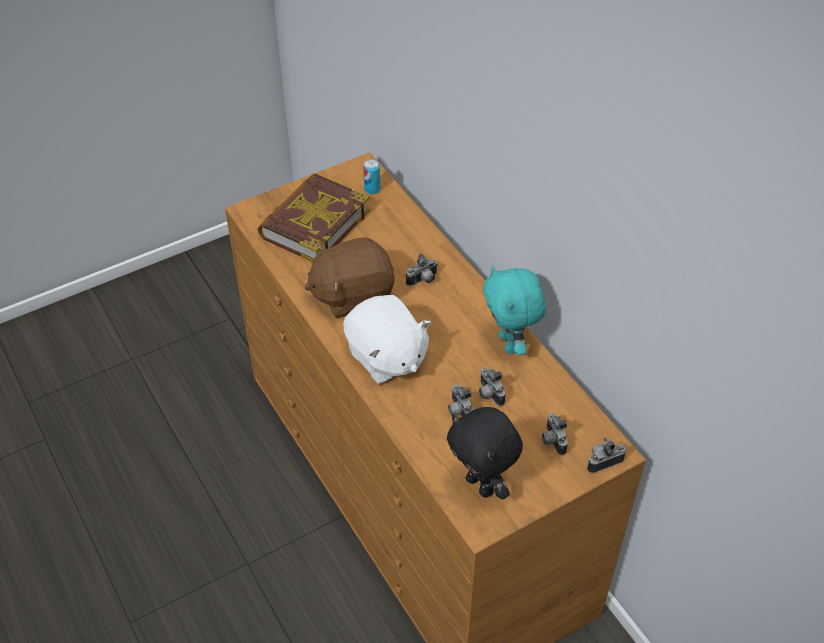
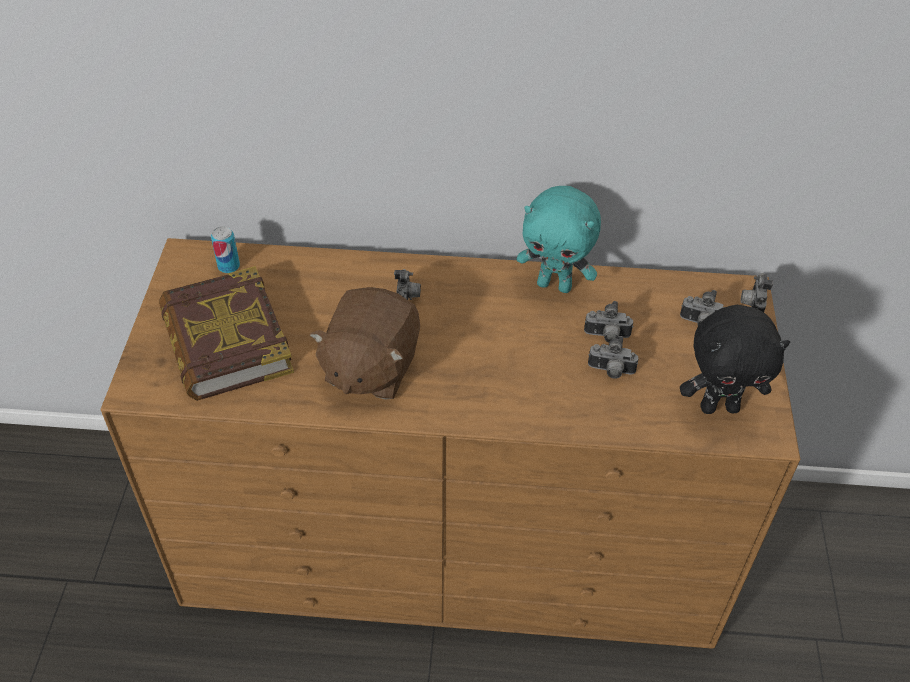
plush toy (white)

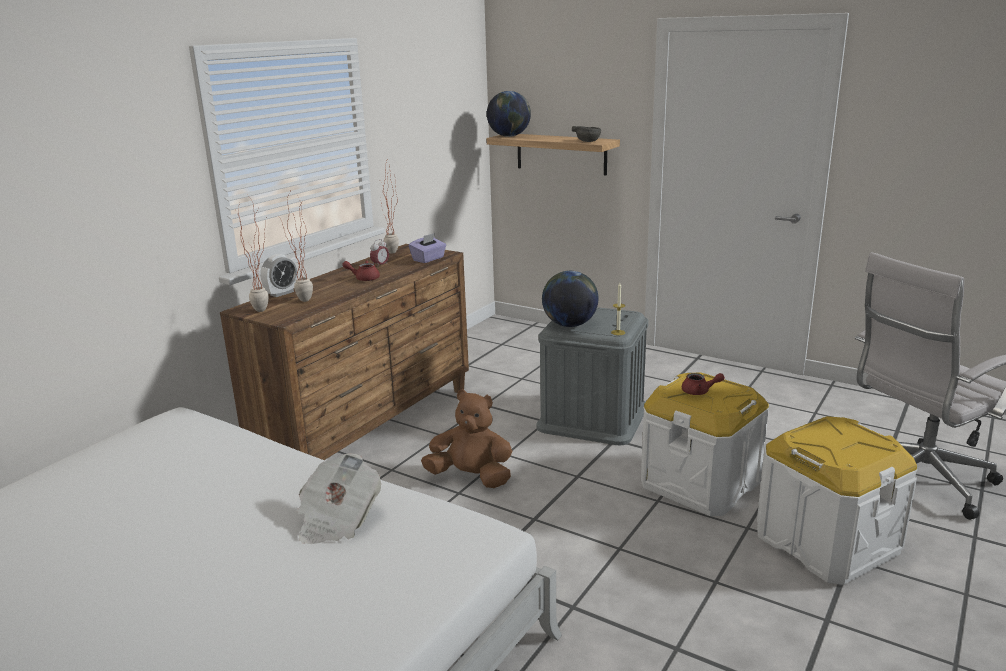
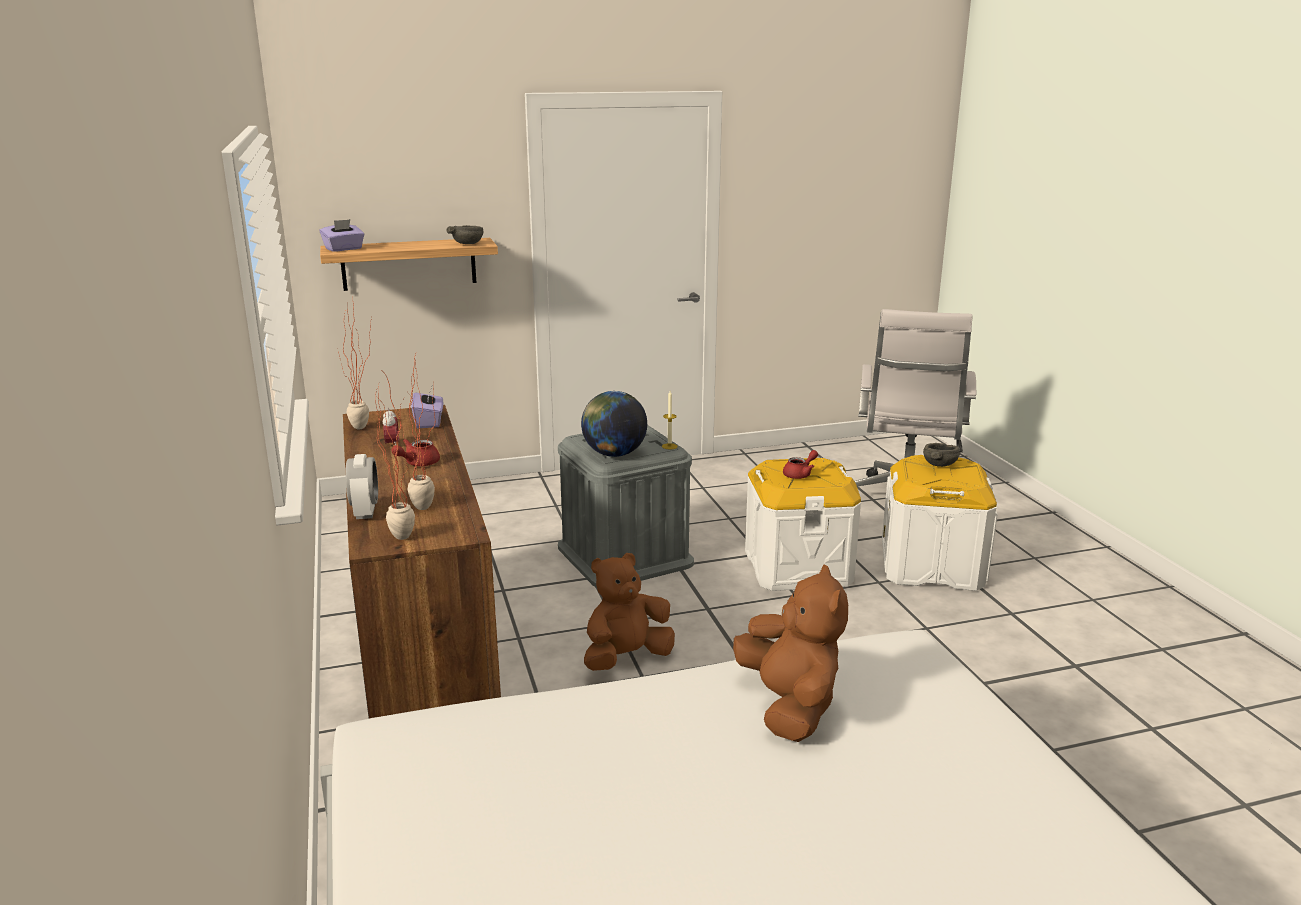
tissue box (purple) (1st from left)
plush toy (brown) (2nd from left)
bowl (grey) (2nd from left)

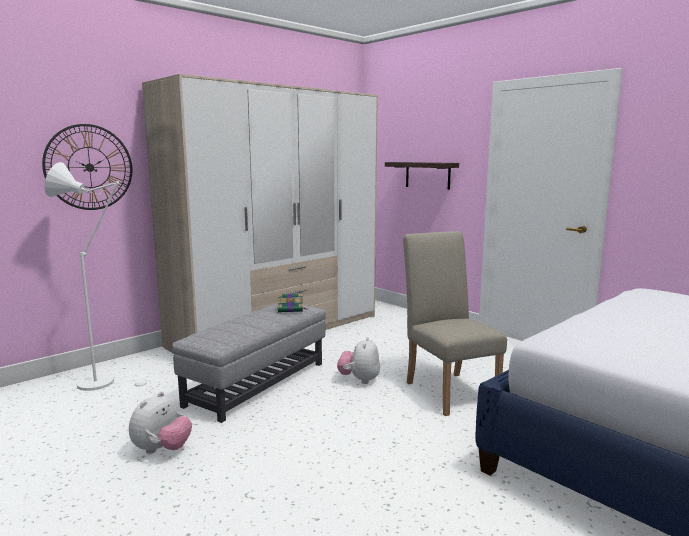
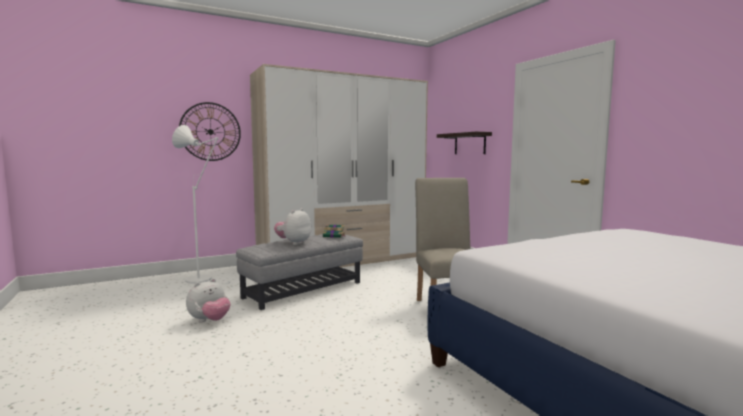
plush toy (2nd from left)

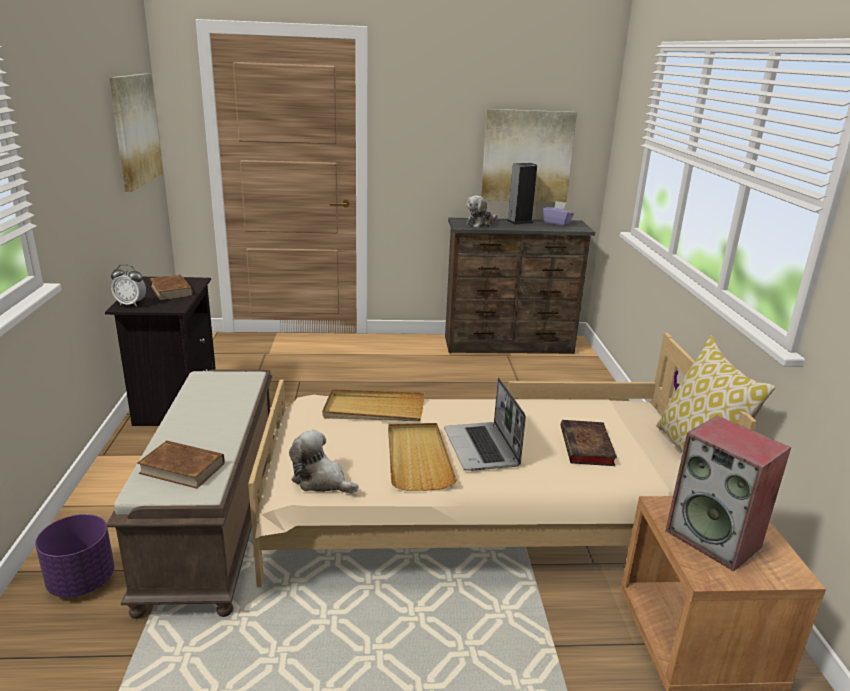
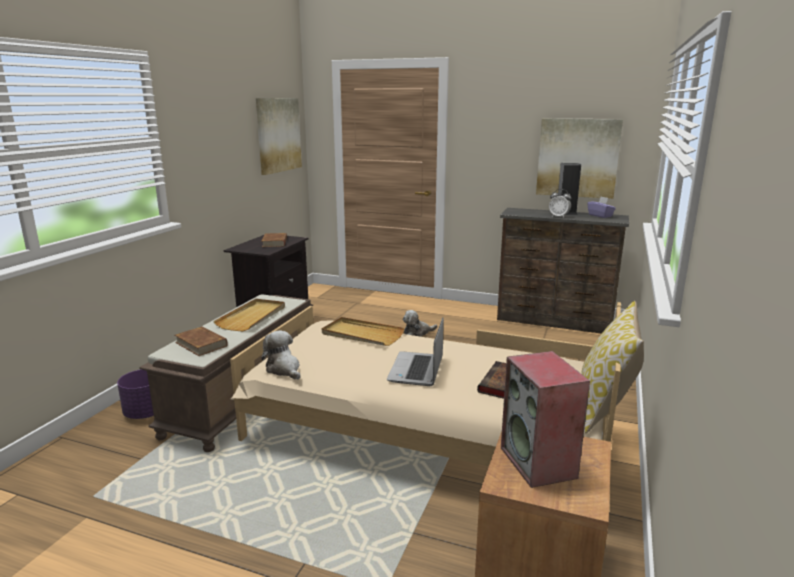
plush toy (2nd from left)
alarm clock
tray (beige) (1st from left)

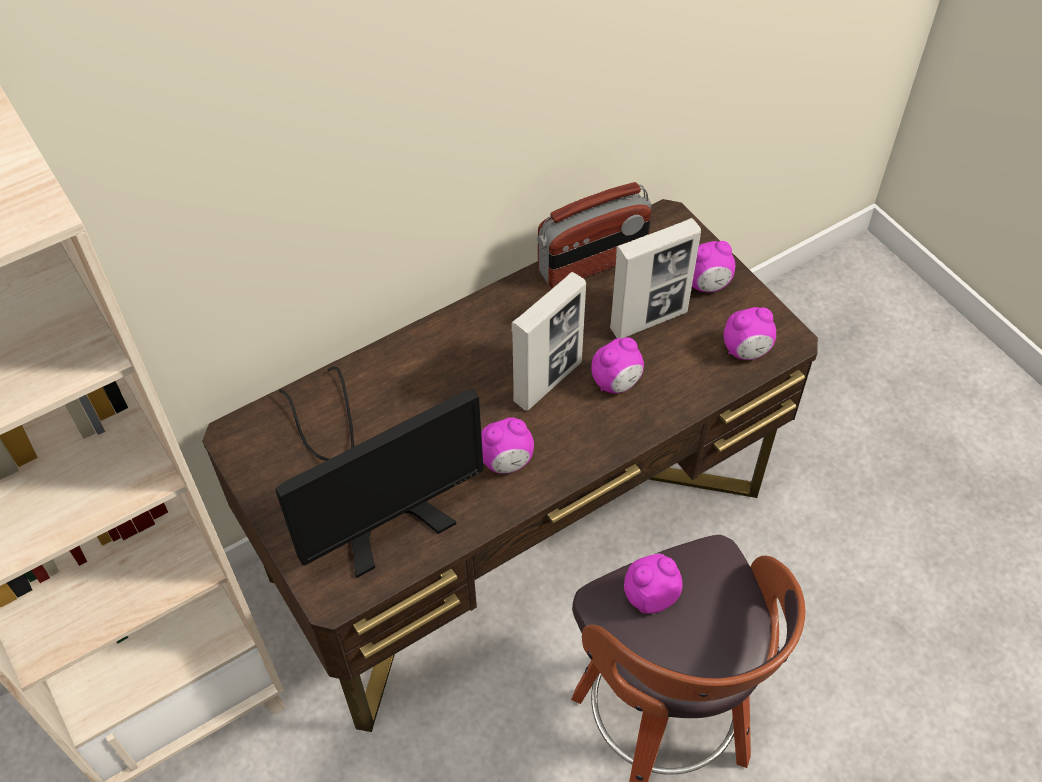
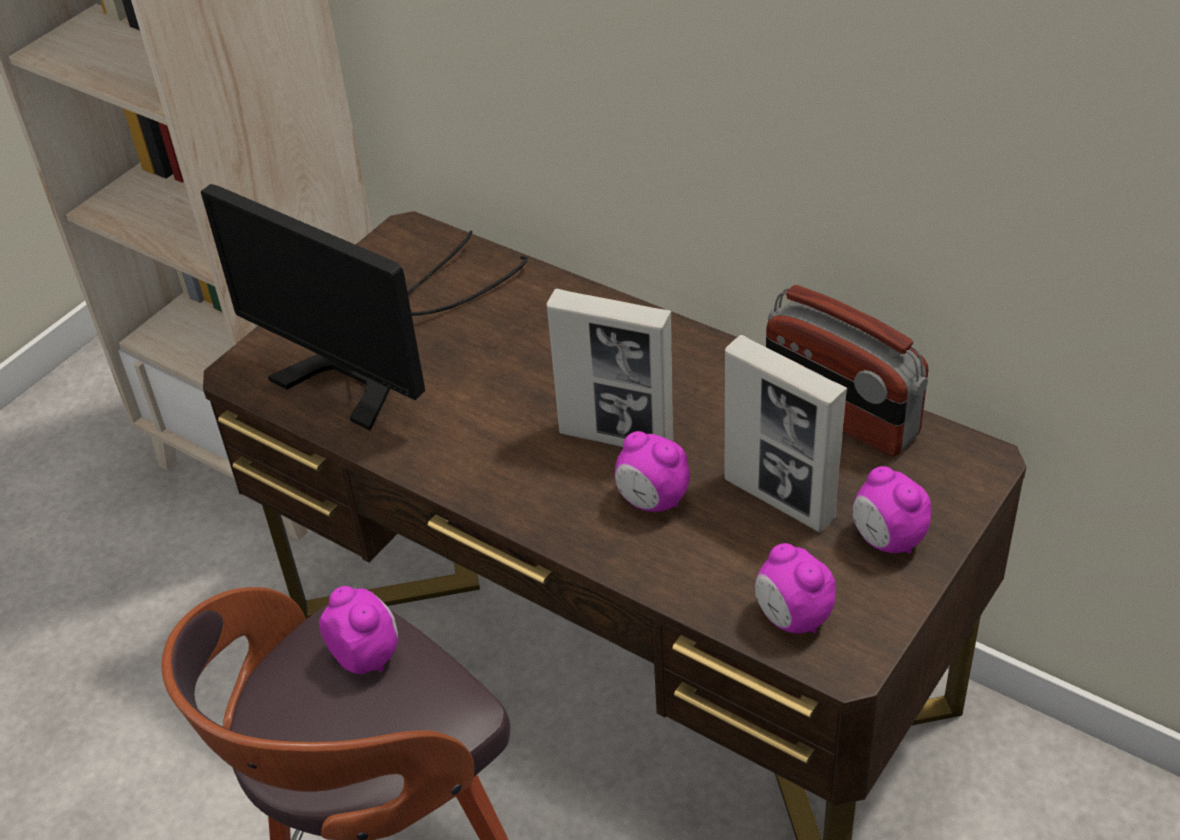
alarm clock (1st from left in the first image)

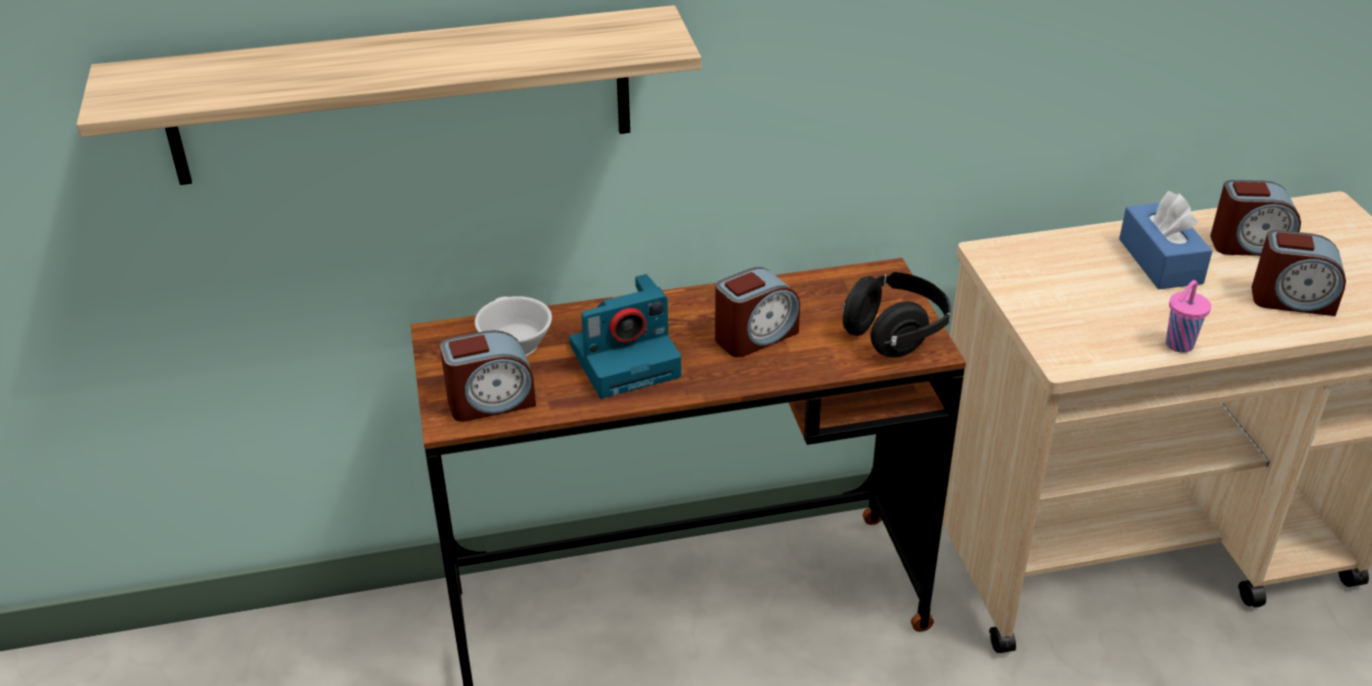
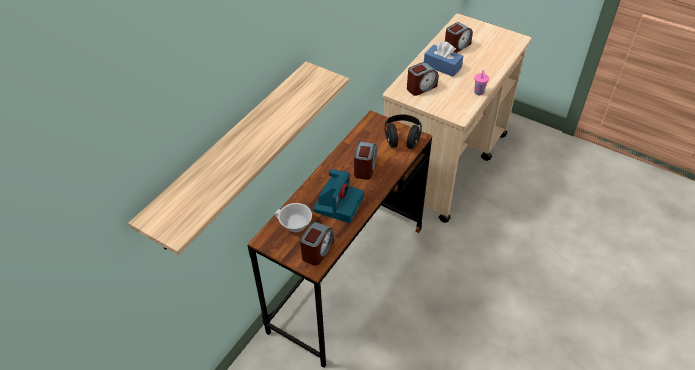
alarm clock (3rd from left)

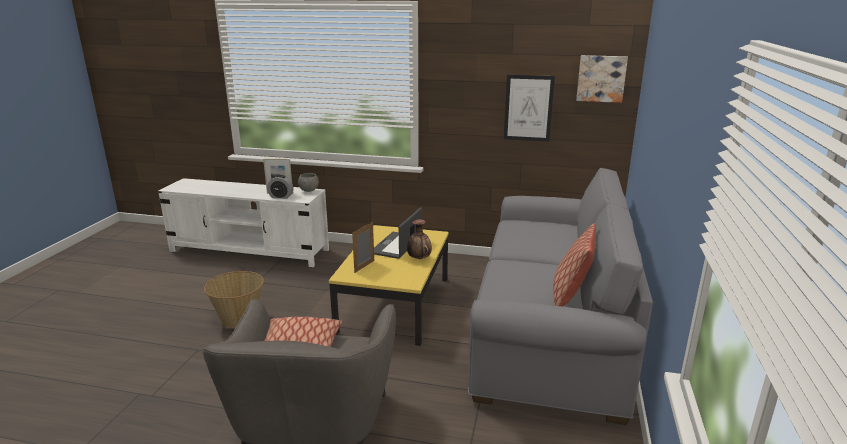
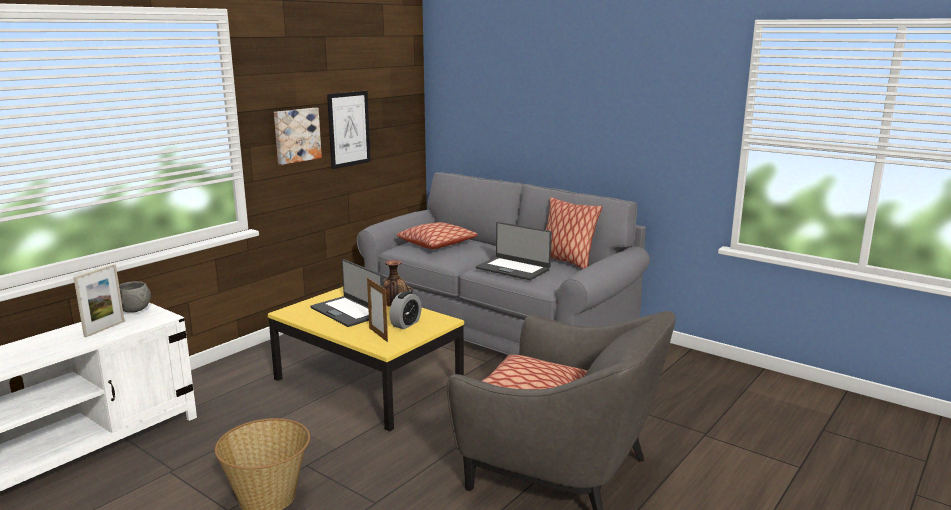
picture (1st from left)
alarm clock
pillow (1st from left)
laptop (2nd from left)

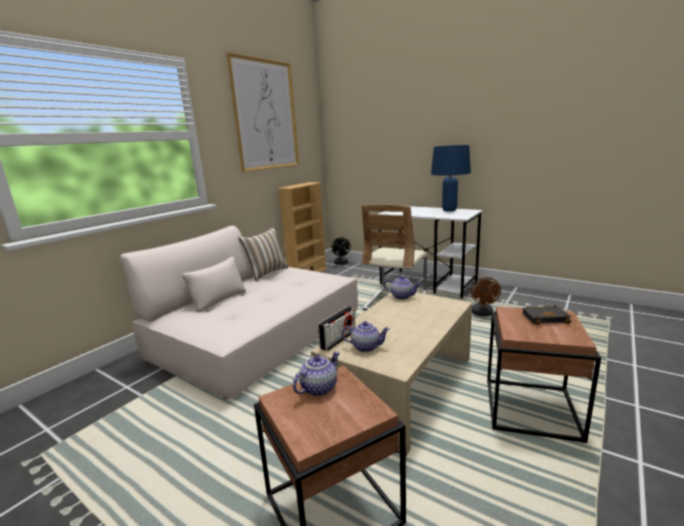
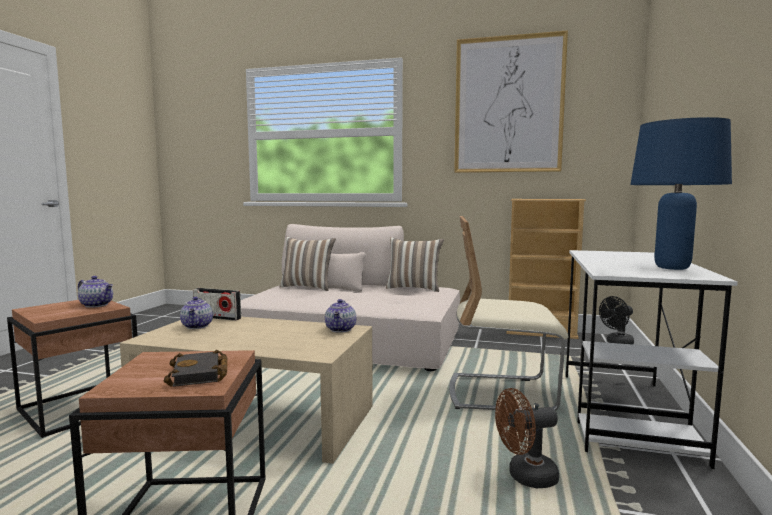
pillow (1st from left)

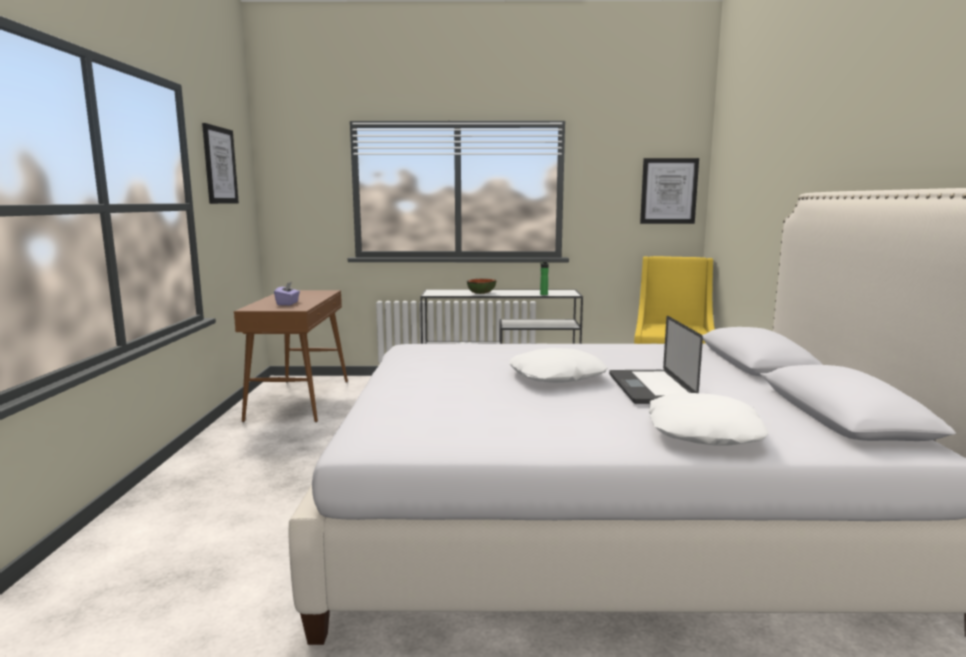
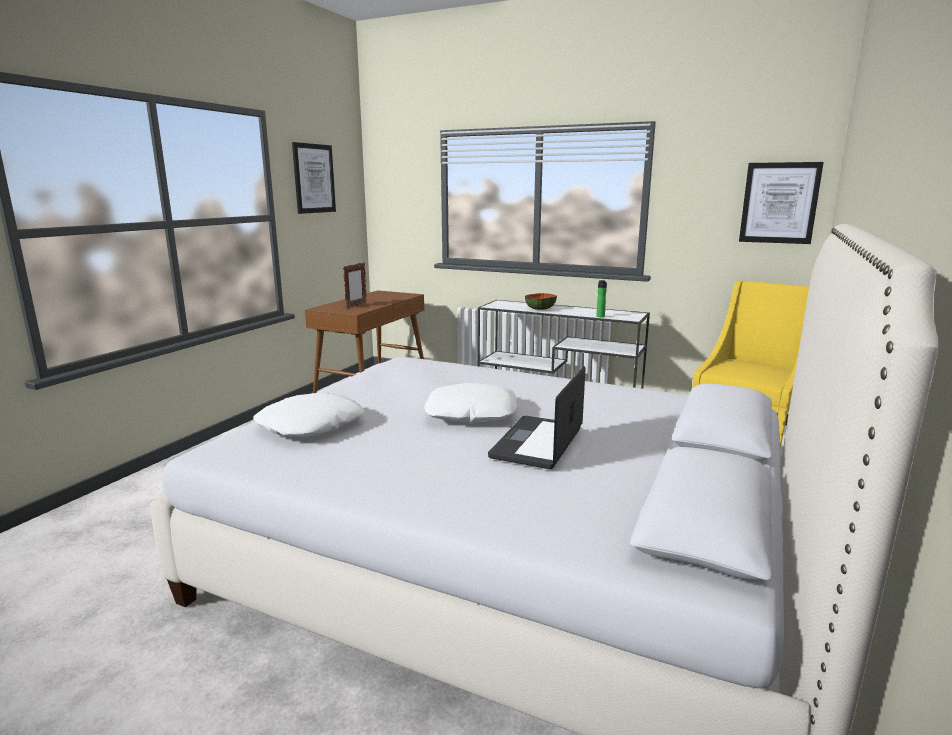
picture frame
pillow (white) (1st from left)

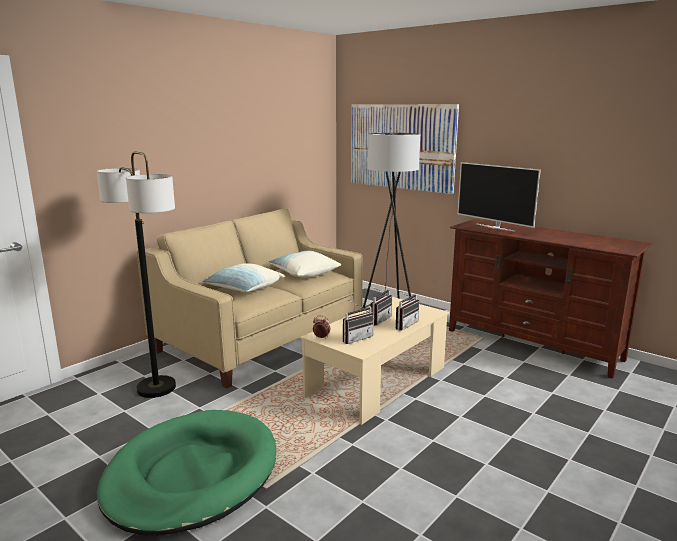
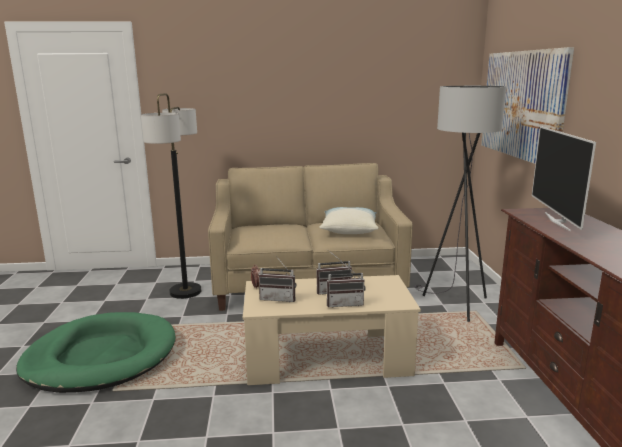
pillow (1st from left in the first image)

